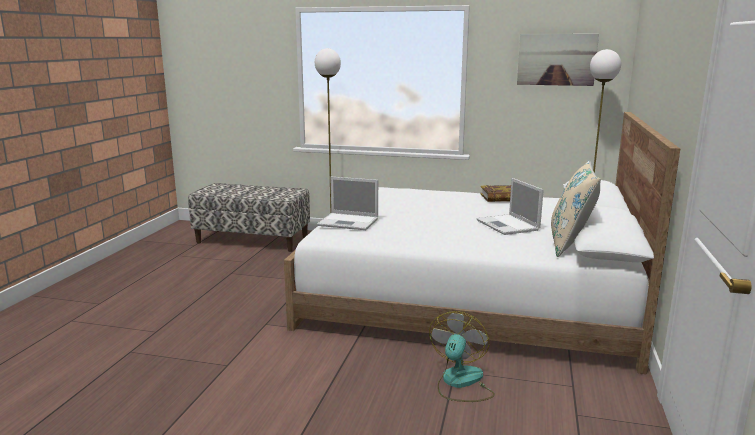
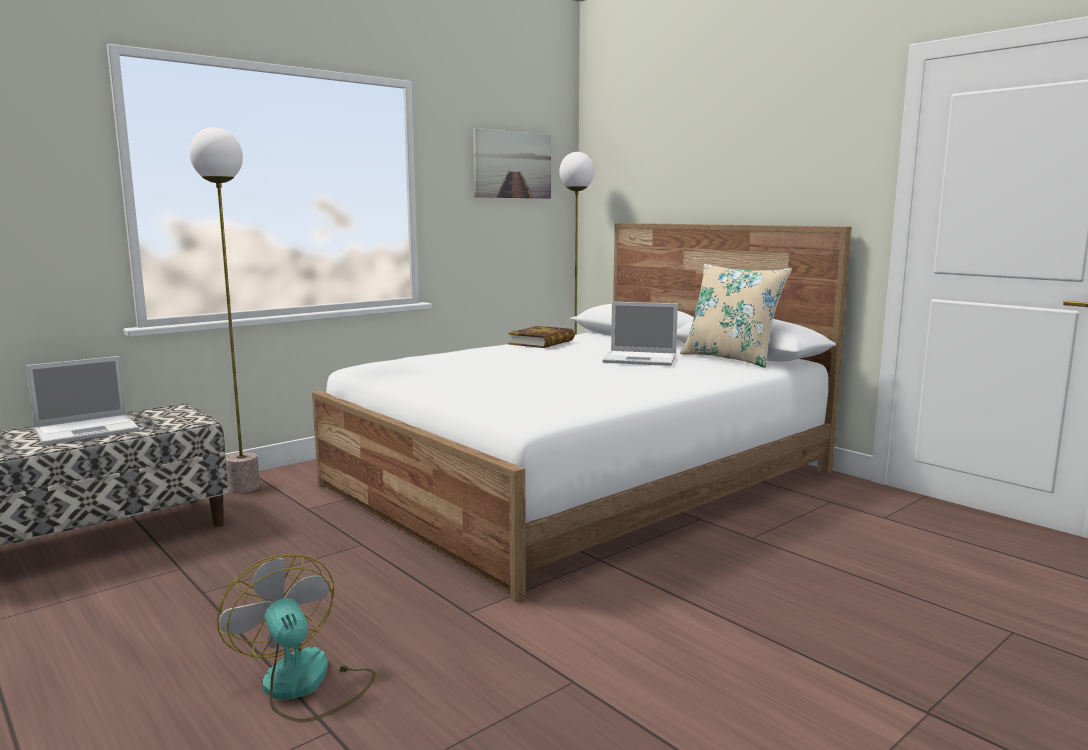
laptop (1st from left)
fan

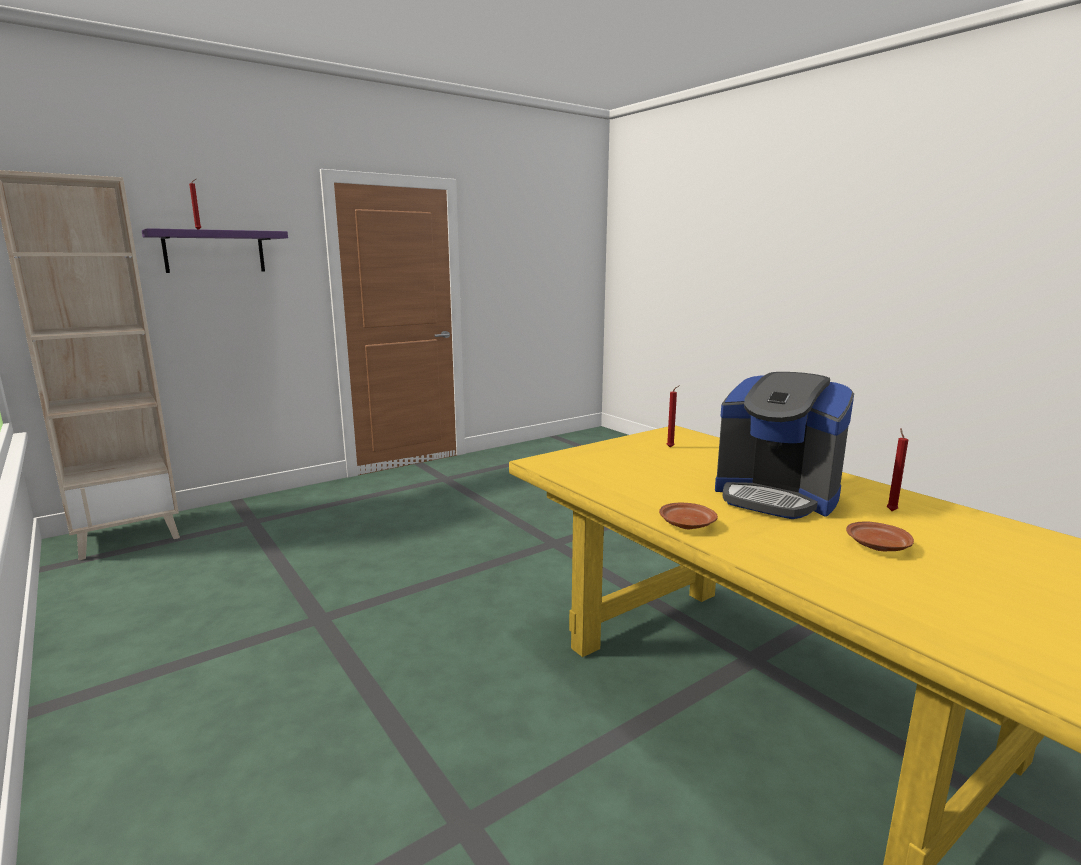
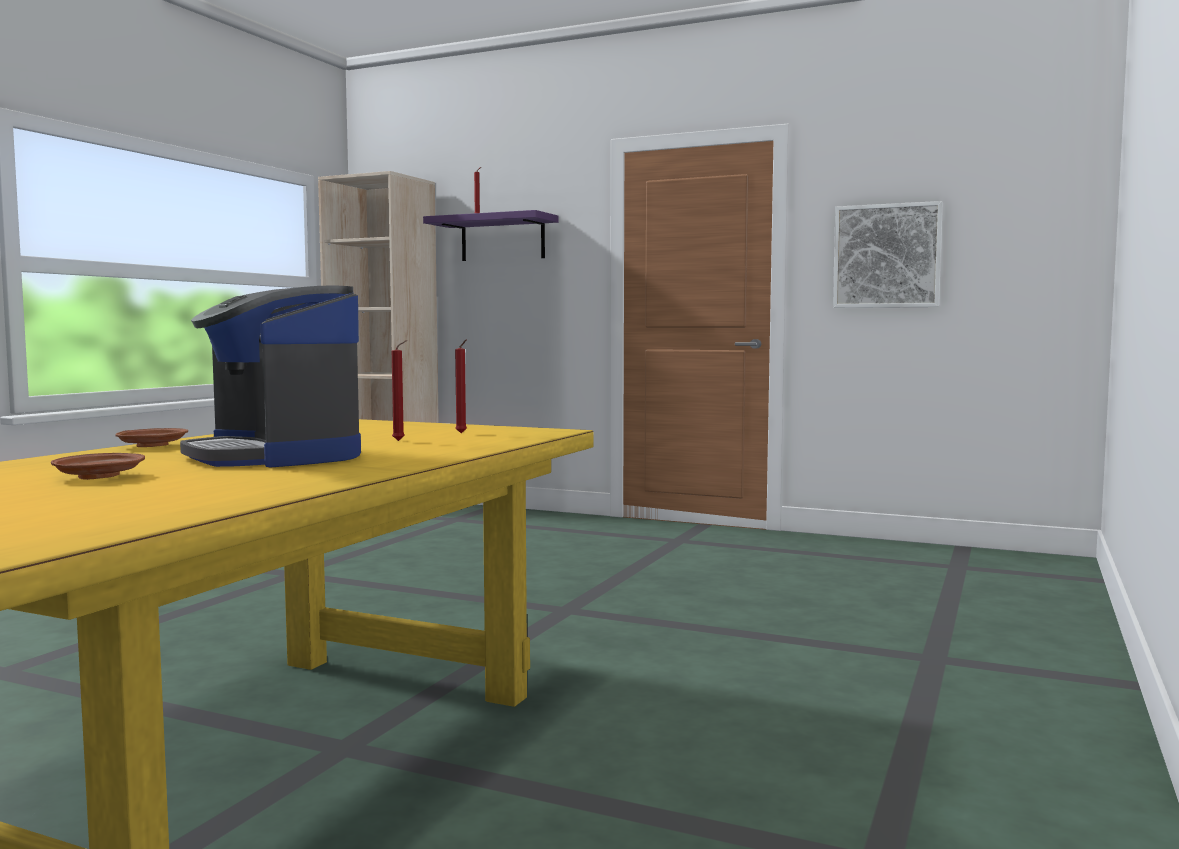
coffee machine
candle (red) (1st from left)
picture

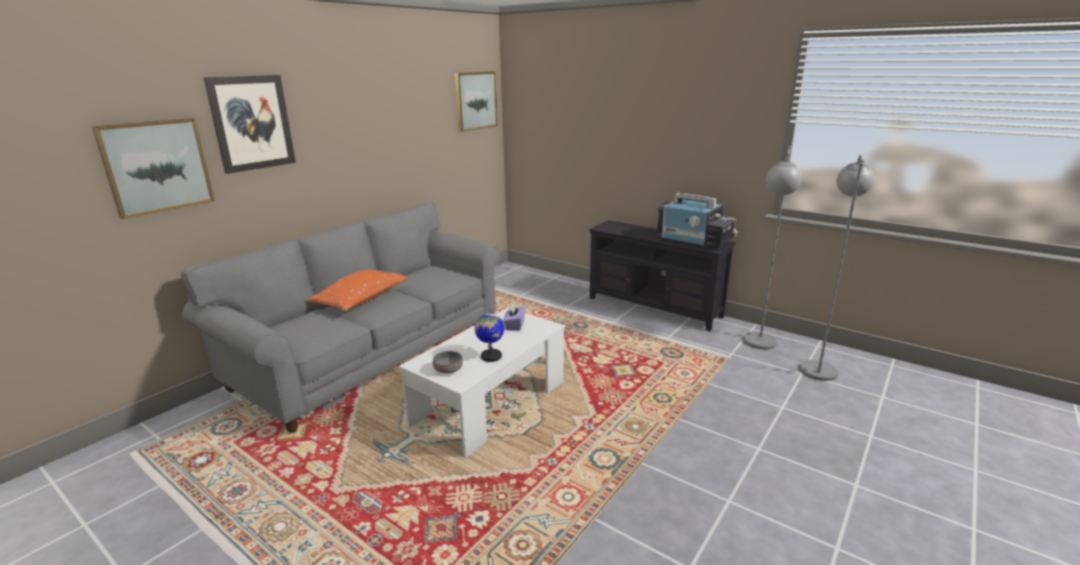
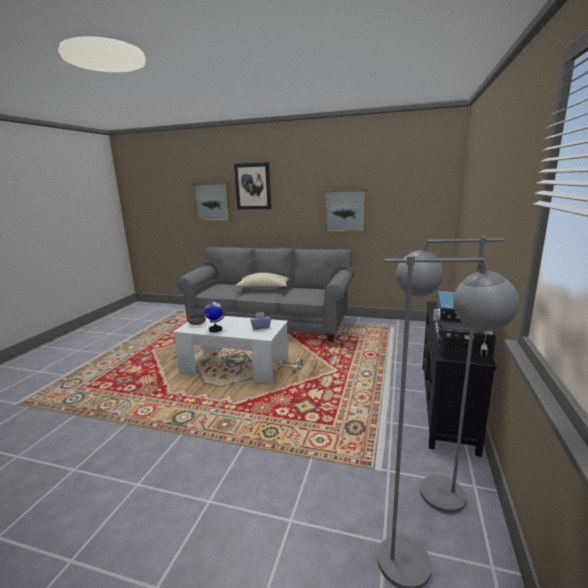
picture (3rd from left)
pillow (beige)

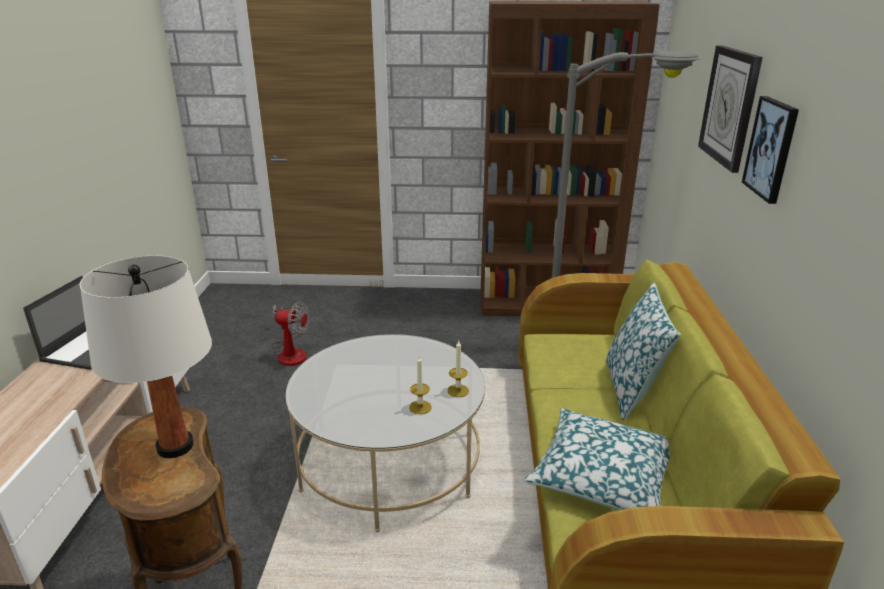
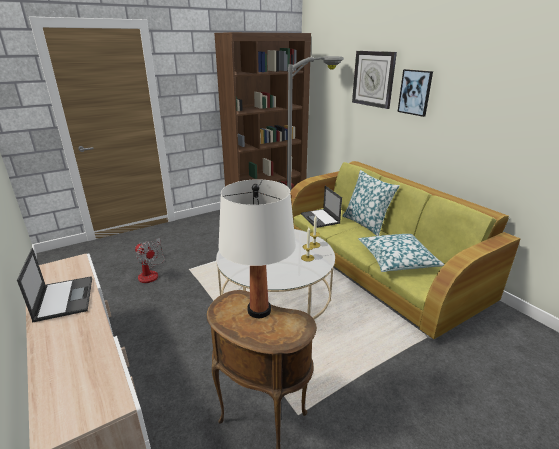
fan
laptop (2nd from left)

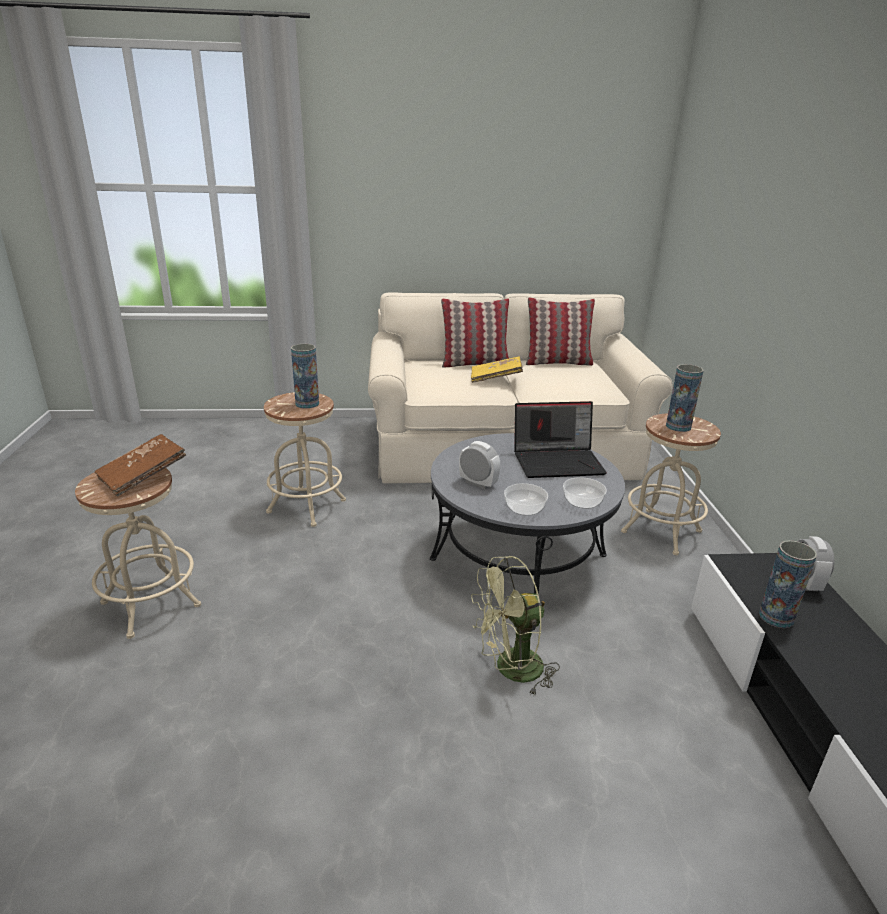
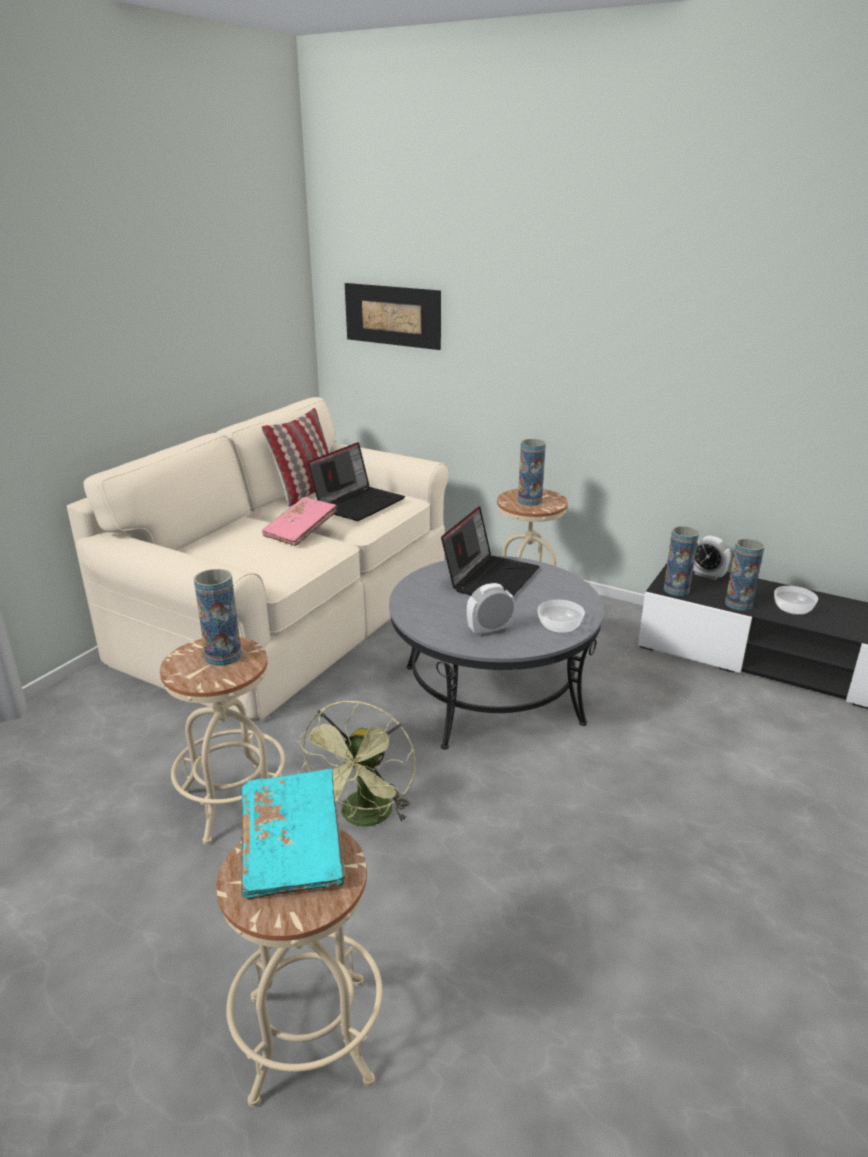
pillow (1st from left in the first image)
book (pink)
book (turquoise)
bowl (2nd from left)
fan (green)
picture
laptop (1st from left)
vase (3rd from left)

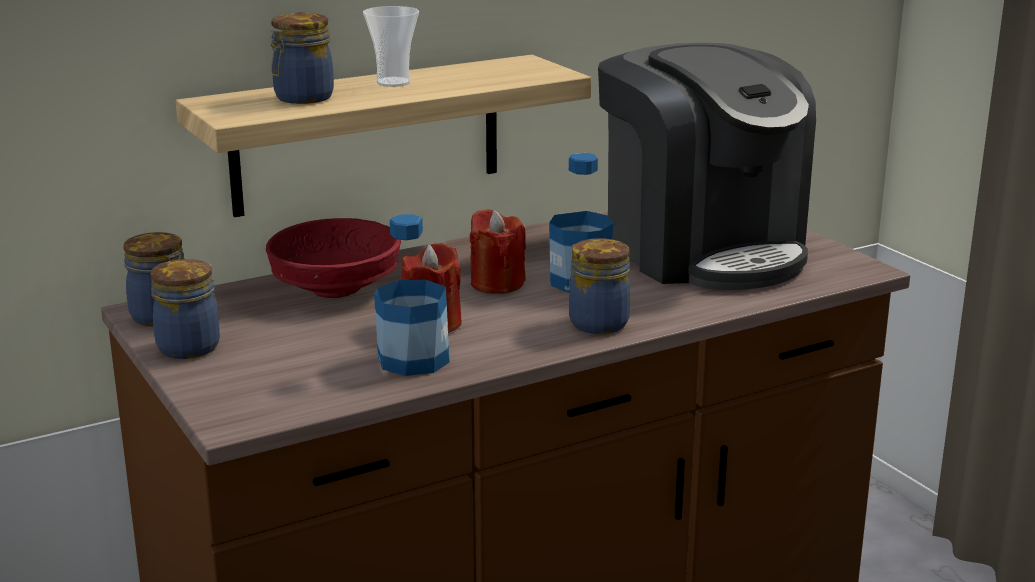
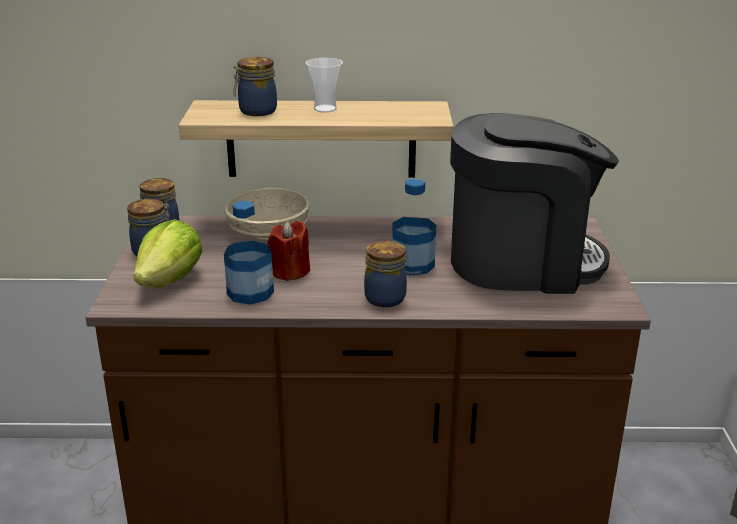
coffee machine
candle (red) (2nd from left in the first image)
bowl (beige)
lettuce

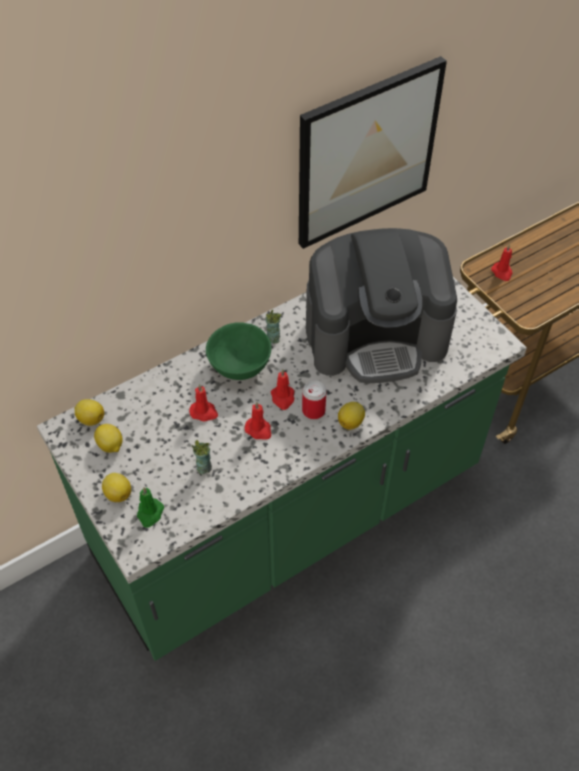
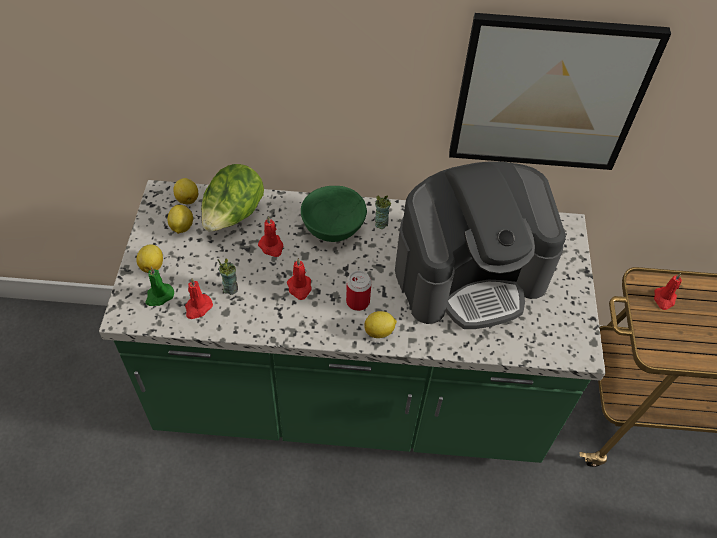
coffee machine
candle (red) (1st from left)
lettuce

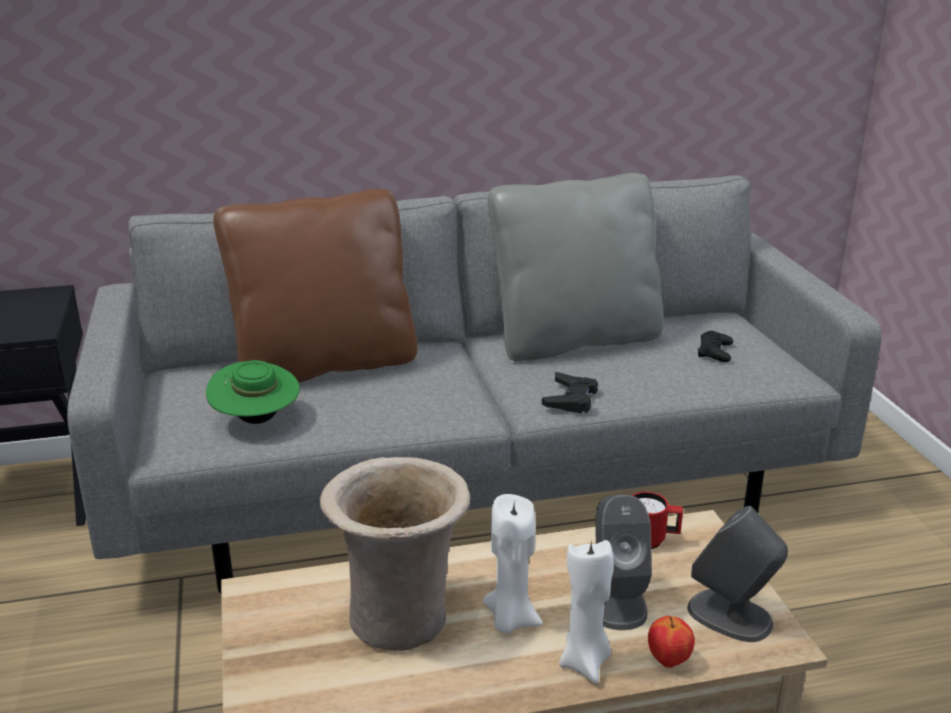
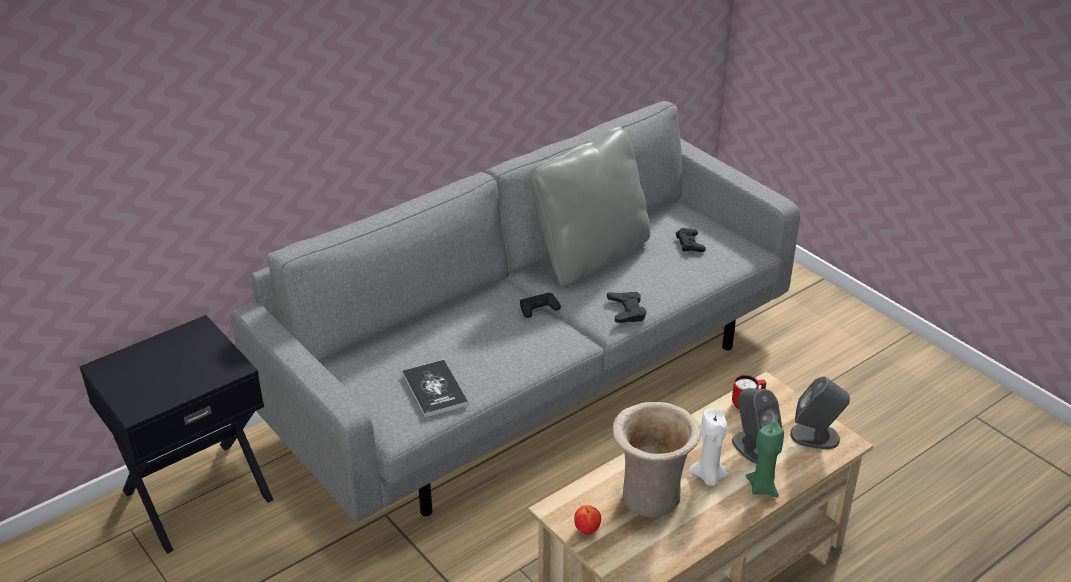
pillow (brown)
book
candle (green)
apple
game controller (black) (1st from left)

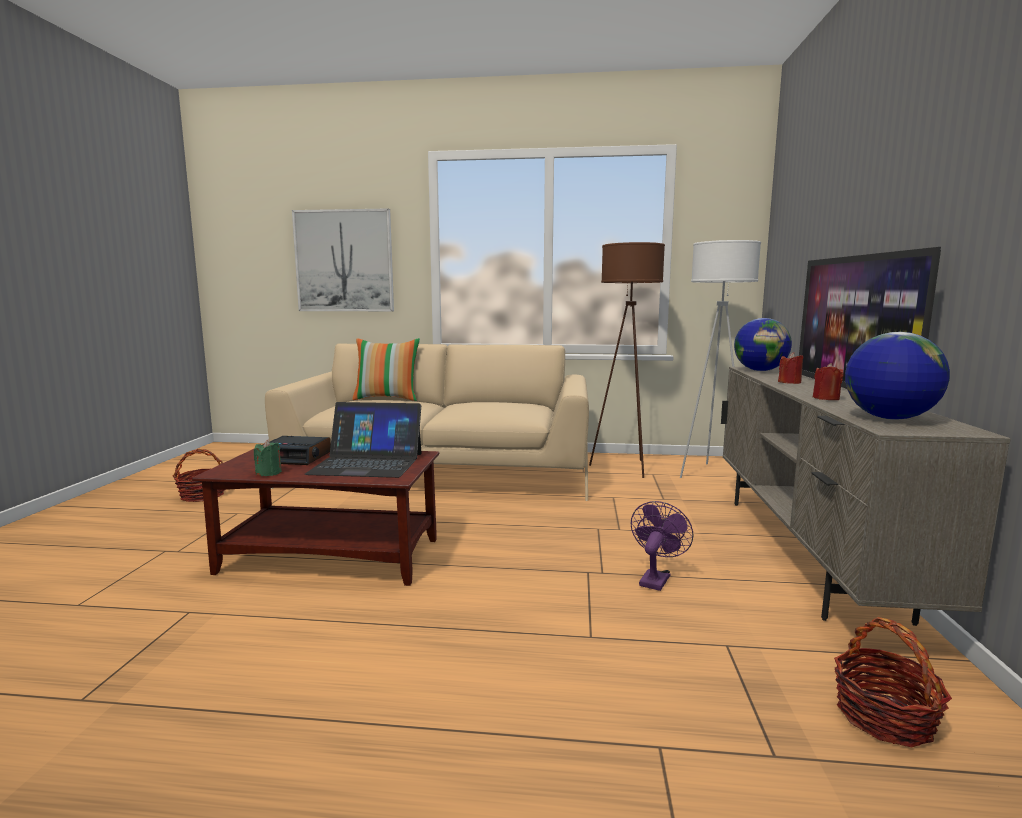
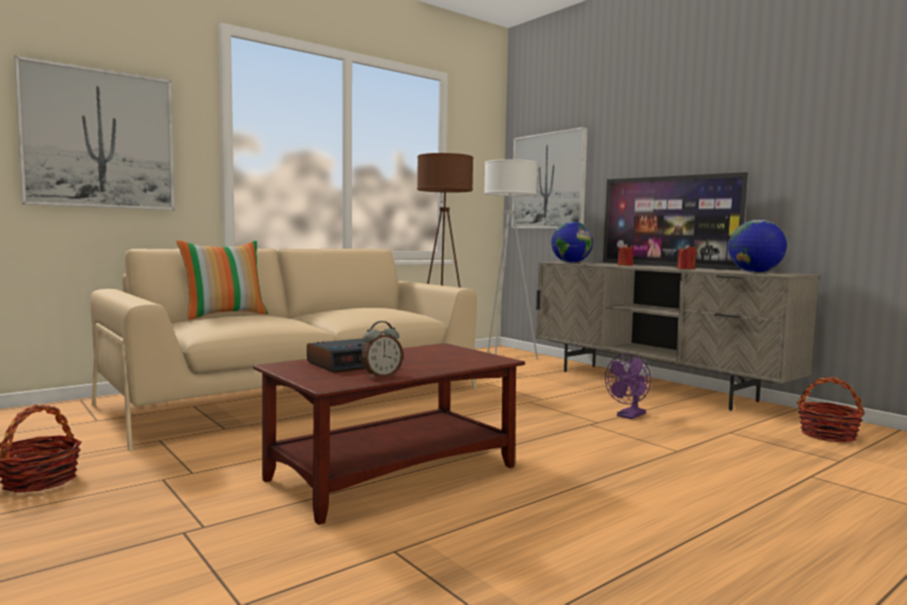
laptop
alarm clock (2nd from left)
fan (purple)
picture (2nd from left)

